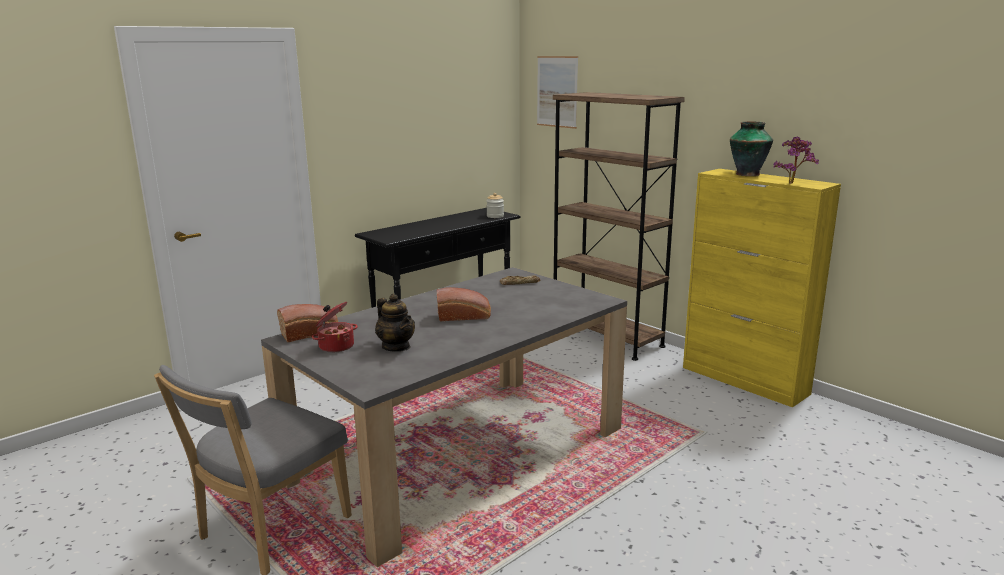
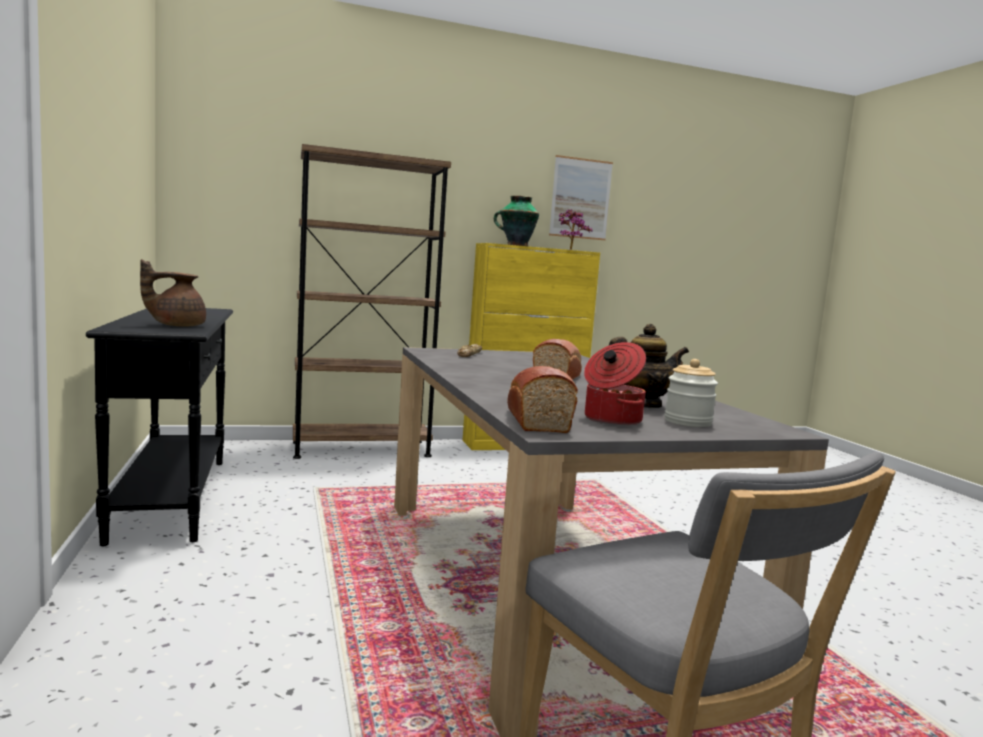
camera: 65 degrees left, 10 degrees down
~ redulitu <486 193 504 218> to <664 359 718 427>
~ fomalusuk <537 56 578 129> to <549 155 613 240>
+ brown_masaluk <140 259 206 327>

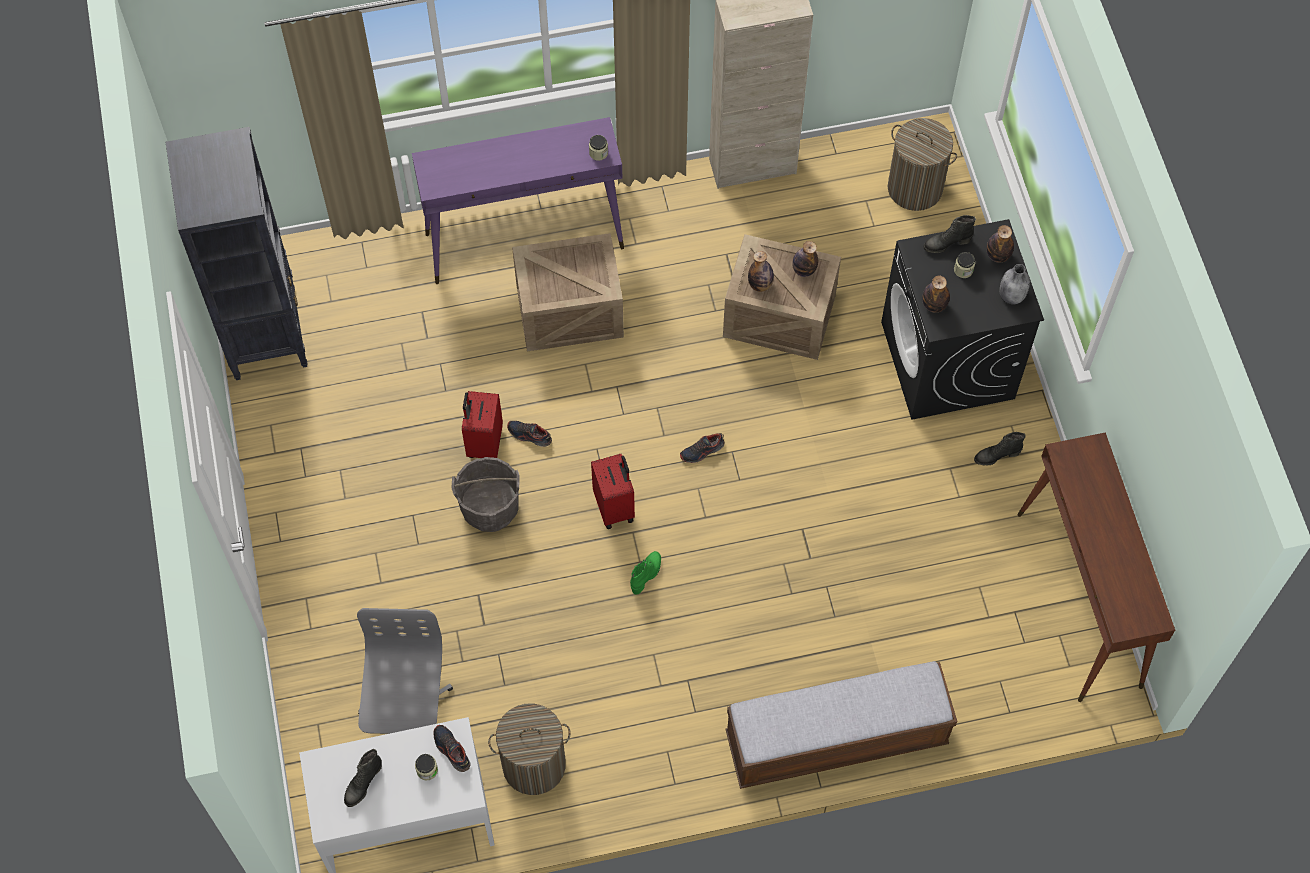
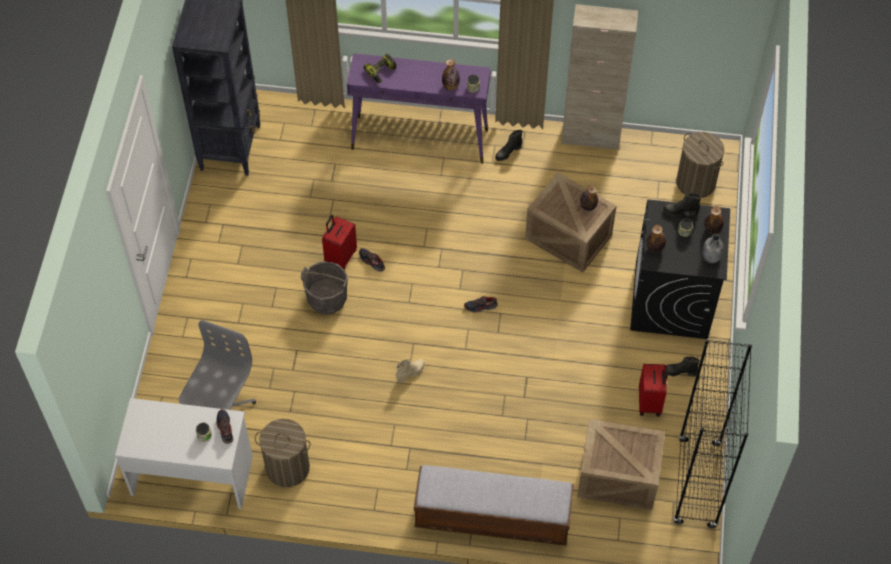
camera: 20 degrees right, 5 degrees down
~ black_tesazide <344 749 382 807> to <495 130 523 161>
~ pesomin <512 233 624 351> to <577 419 665 510>
~ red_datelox <591 454 635 529> to <639 364 668 416>
~ green_tesazide <630 551 661 595> to beige_tesazide <396 359 425 383>
~ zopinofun <748 251 774 292> to <442 59 460 90>
~ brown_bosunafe <1017 432 1175 702> to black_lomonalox <673 339 752 528>
+ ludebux <363 54 397 83>

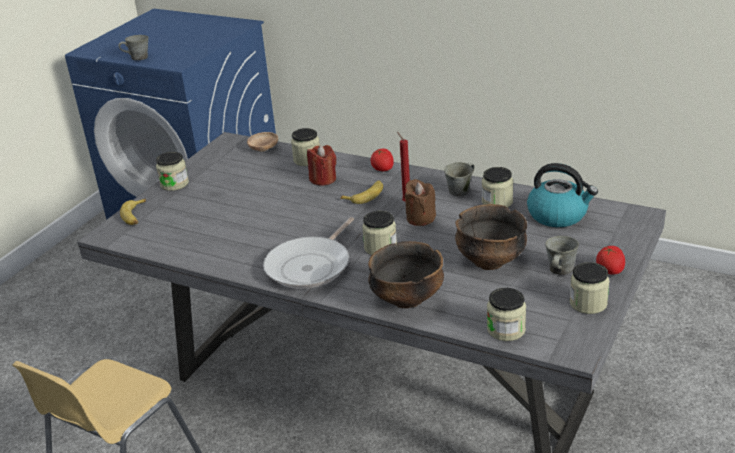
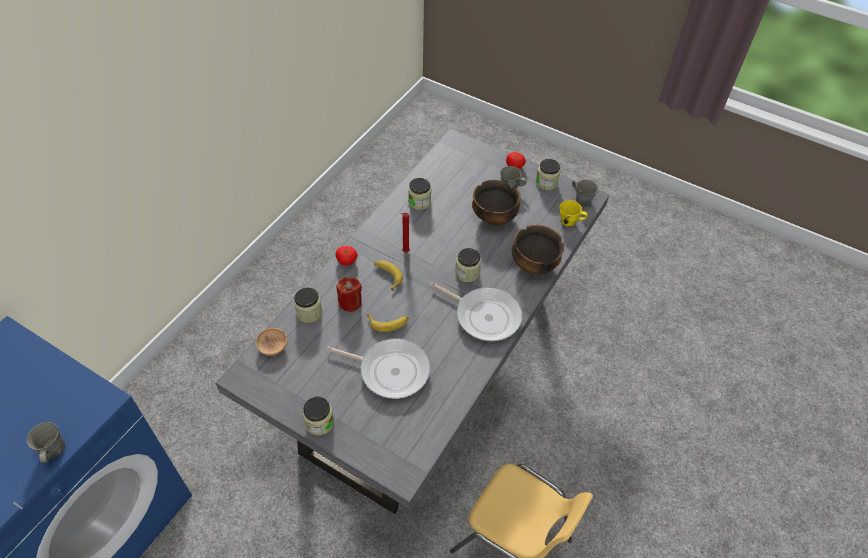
camera: 90 degrees left, 20 degrees up
~ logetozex <120 199 146 225> to <367 314 409 332>
- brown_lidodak <405 179 436 226>
~ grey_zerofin <444 162 475 196> to <572 180 598 206>
~ redulitu <487 288 526 341> to yellow_zerofin <559 200 588 227>
- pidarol <527 163 598 227>
+ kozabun <327 338 430 399>

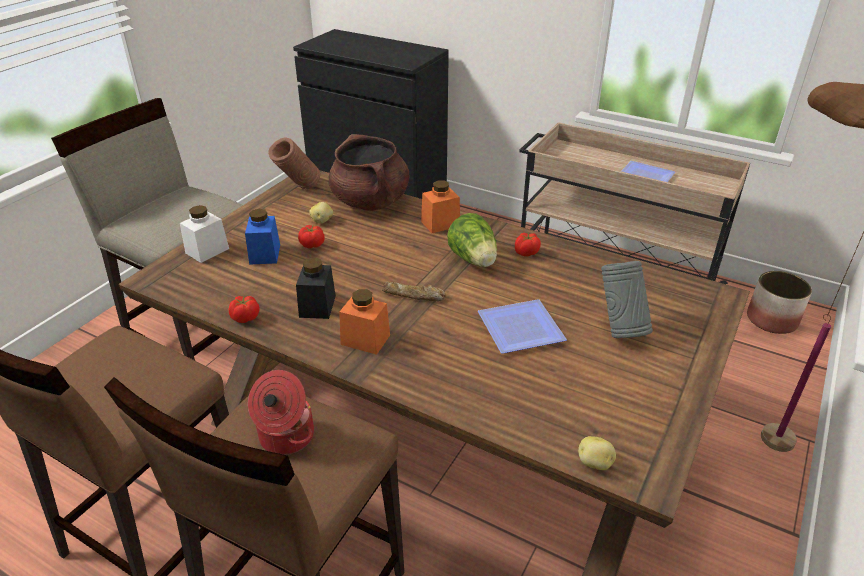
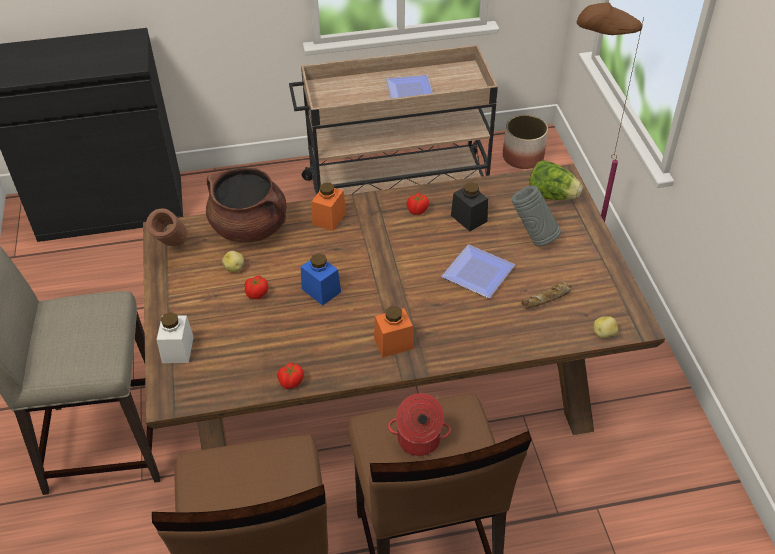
camera: 40 degrees left, 10 degrees up
~ blue_redulitu <245 209 280 265> to <301 254 341 305>
~ black_redulitu <296 257 336 319> to <451 182 488 231>
~ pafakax <382 282 446 301> to <521 282 572 309>
~ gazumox <447 213 497 267> to <529 160 583 200>

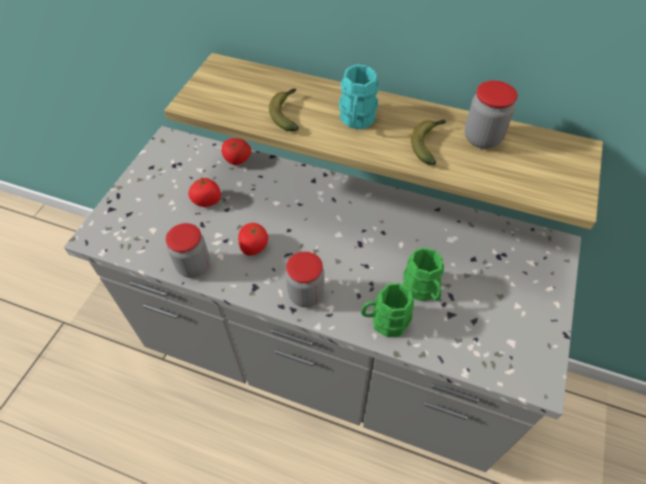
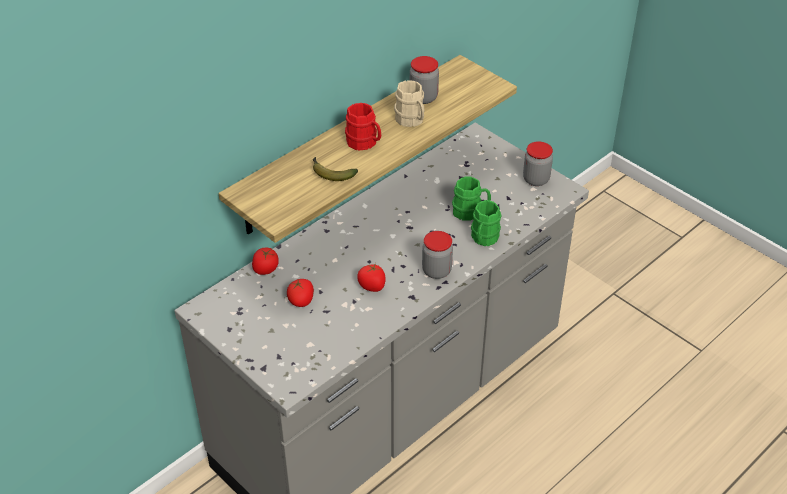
camera: 65 degrees left, 10 degrees down
~ redulitu <166 223 210 278> to <523 141 553 186>
~ turquoise_zerofin <339 64 379 129> to red_zerofin <345 103 381 150>
~ logetozex <411 120 446 165> to beige_zerofin <394 80 424 127>

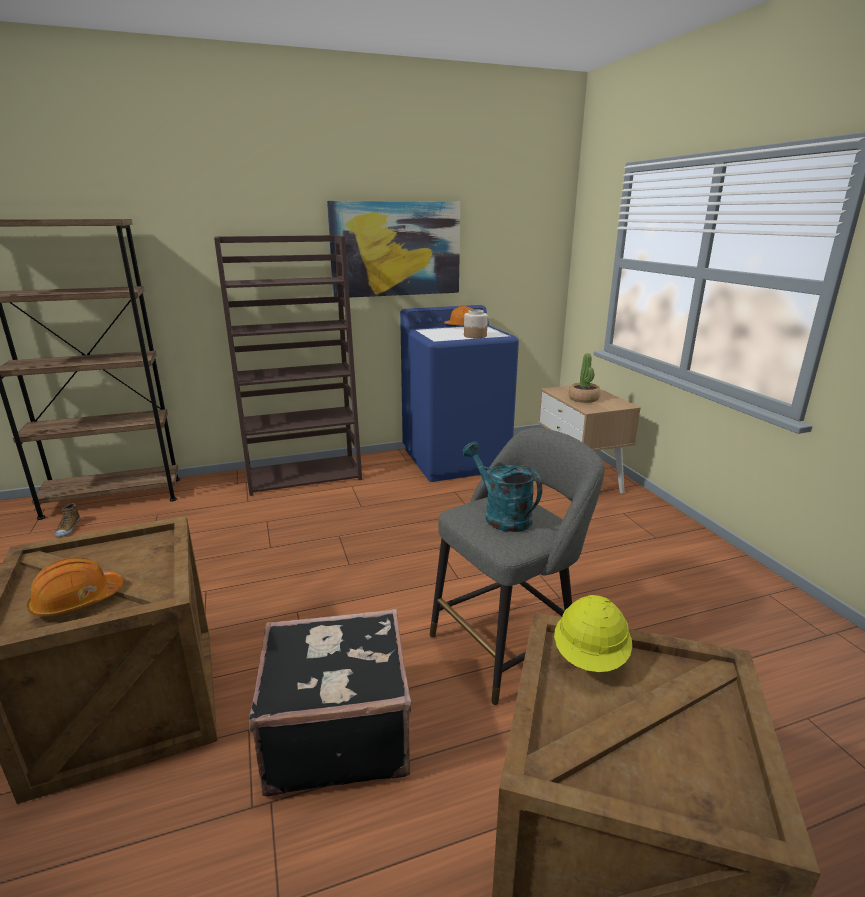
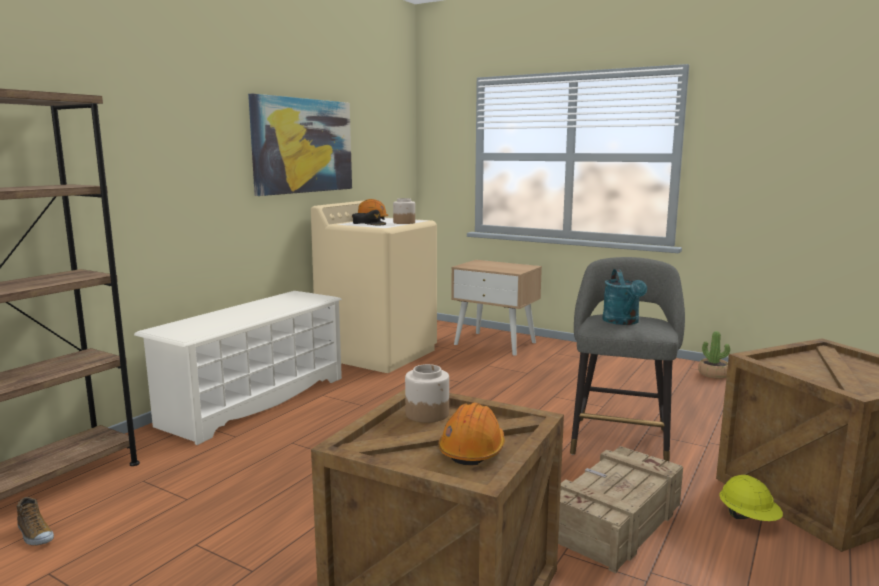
camera: 40 degrees left, 10 degrees down
~ brown_lomonalox <214 235 362 496> to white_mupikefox <134 291 342 445>
~ black_datelox <249 609 411 797> to pesomin <558 446 683 573>
~ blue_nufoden <400 305 519 482> to beige_nufoden <311 200 437 373>
~ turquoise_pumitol <462 441 542 532> = <602 269 647 325> 105 degrees counterclockwise
~ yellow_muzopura <554 595 632 672> to <719 475 783 521>
~ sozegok <569 353 601 403> to <698 331 730 379>
+ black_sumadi <352 210 386 225>
+ redulitu <405 364 449 423>

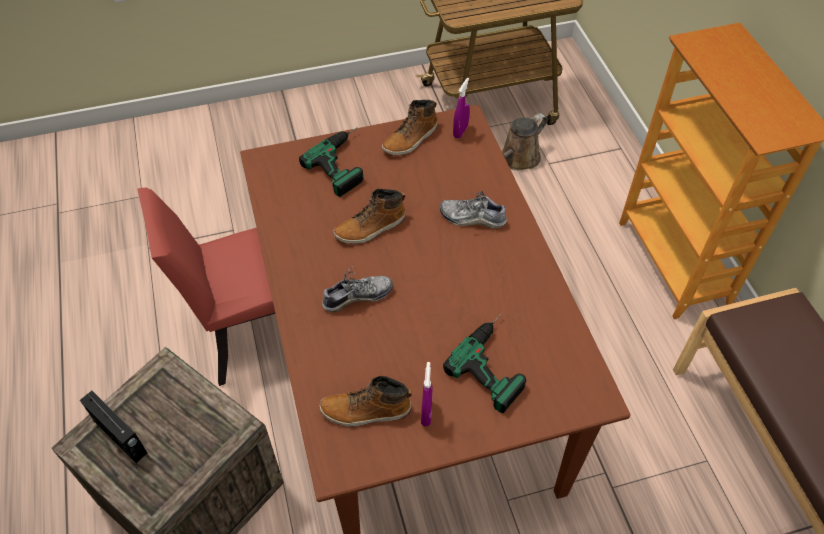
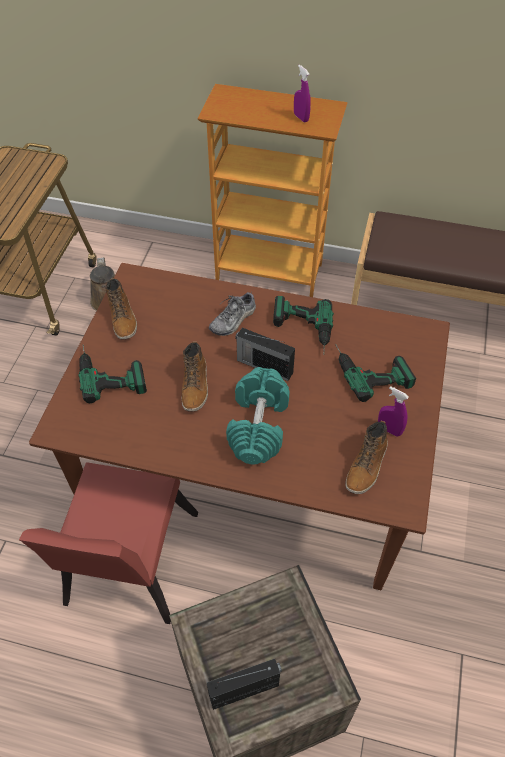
camera: 60 degrees left, 0 degrees up
~ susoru <321 266 393 312> to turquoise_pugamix <226 367 290 465>
~ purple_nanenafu <453 78 470 138> to <294 65 311 122>
+ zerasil <235 328 295 381>
+ ludebux <273 296 334 355>

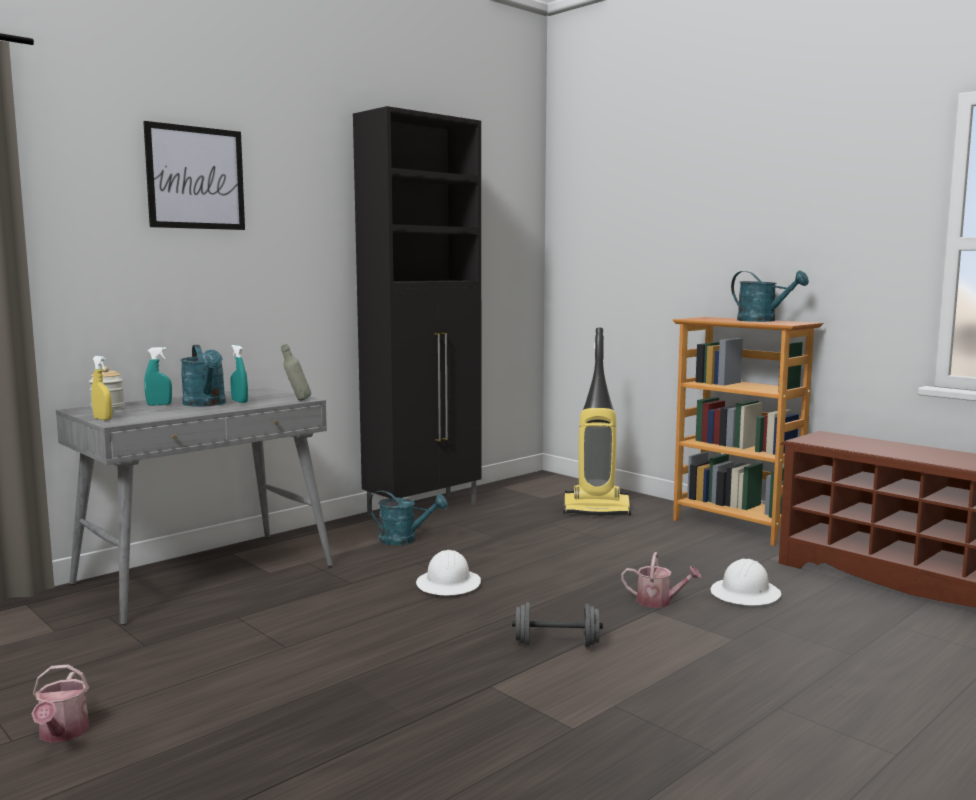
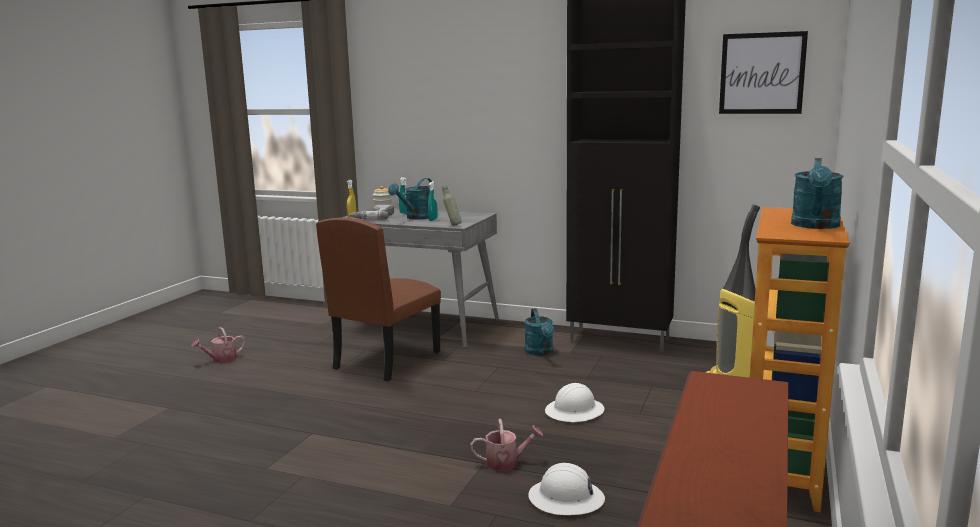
camera: 65 degrees right, 5 degrees up
~ fomalusuk <143 121 245 230> to <719 31 808 114>
~ white_muzopura <416 550 481 595> to <545 383 604 422>
- grey_pugamix <512 602 603 647>
~ pumitol <621 552 702 608> = <470 419 543 471> 90 degrees counterclockwise
+ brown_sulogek <316 217 441 381>
+ ludebux <350 204 394 220>

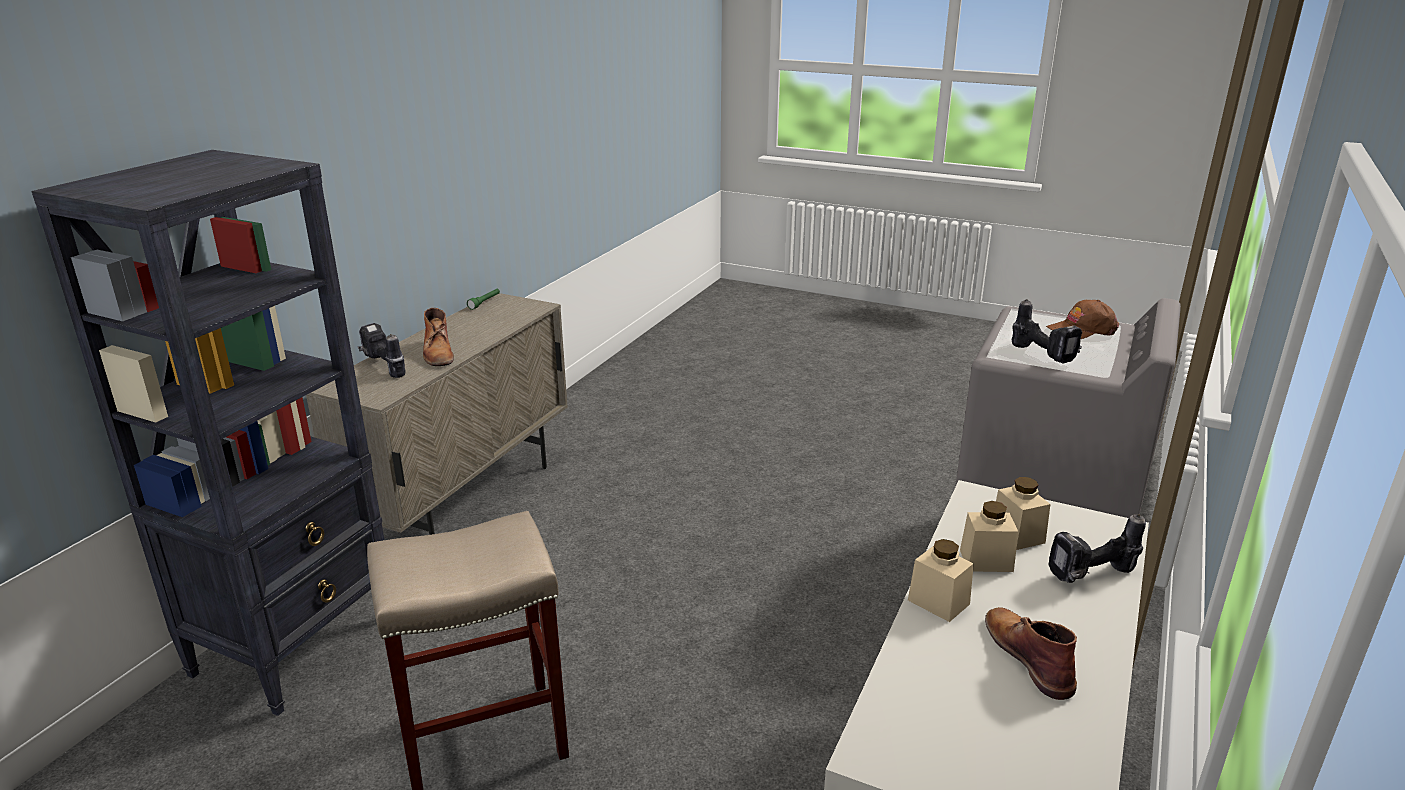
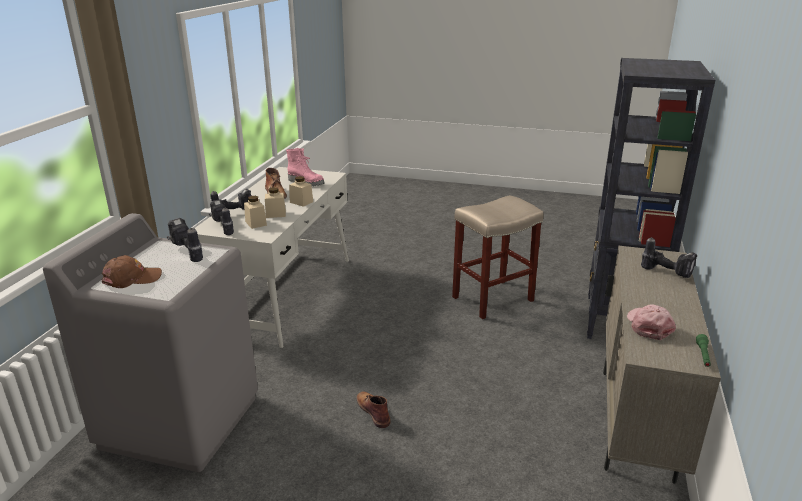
camera: 170 degrees right, 0 degrees up
~ brown_tesazide <423 308 454 366> to <357 391 390 428>
+ ludebux <209 199 234 235>
+ pink_tesazide <286 148 324 186>
+ pink_sumadi <627 305 676 340>

